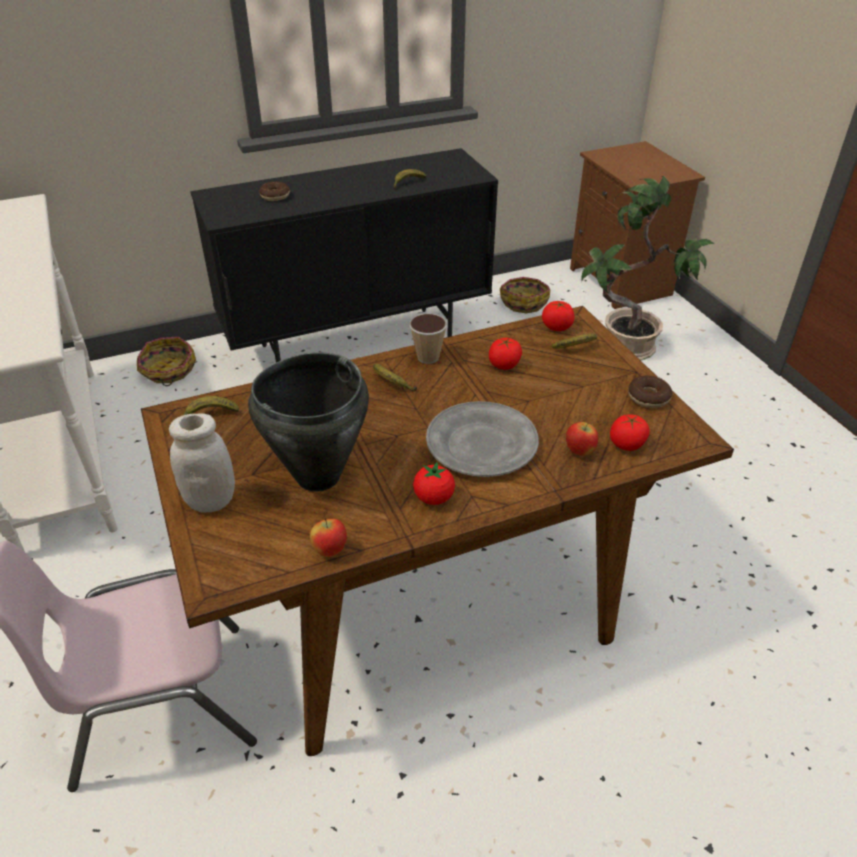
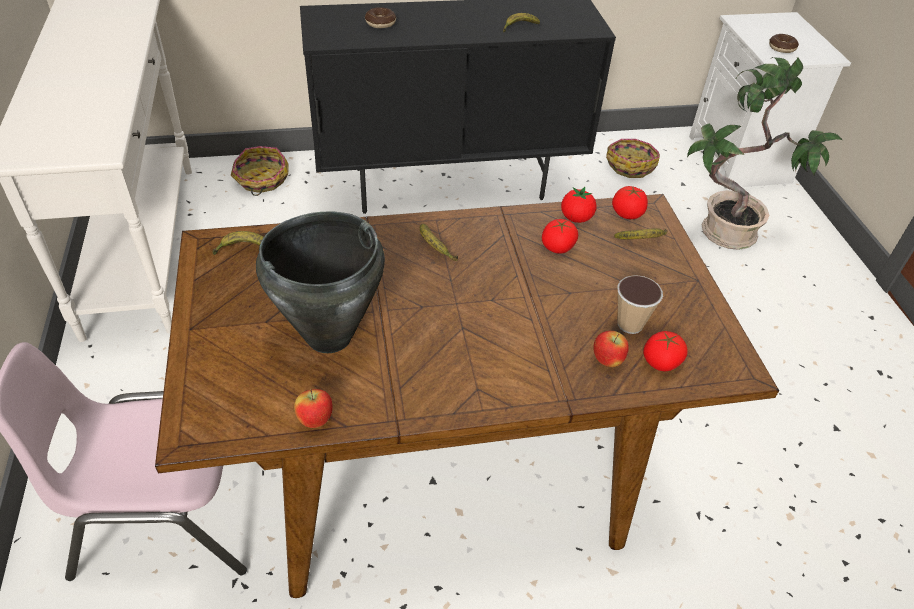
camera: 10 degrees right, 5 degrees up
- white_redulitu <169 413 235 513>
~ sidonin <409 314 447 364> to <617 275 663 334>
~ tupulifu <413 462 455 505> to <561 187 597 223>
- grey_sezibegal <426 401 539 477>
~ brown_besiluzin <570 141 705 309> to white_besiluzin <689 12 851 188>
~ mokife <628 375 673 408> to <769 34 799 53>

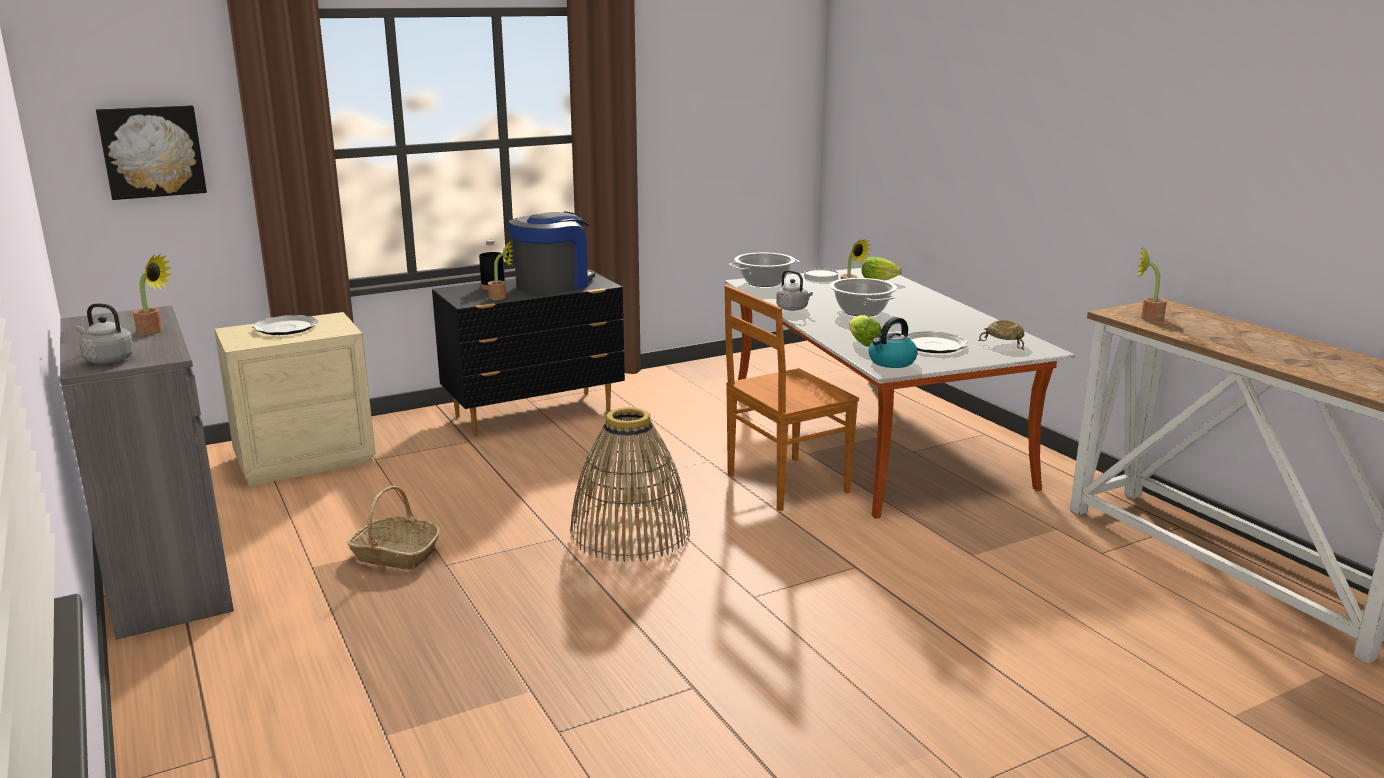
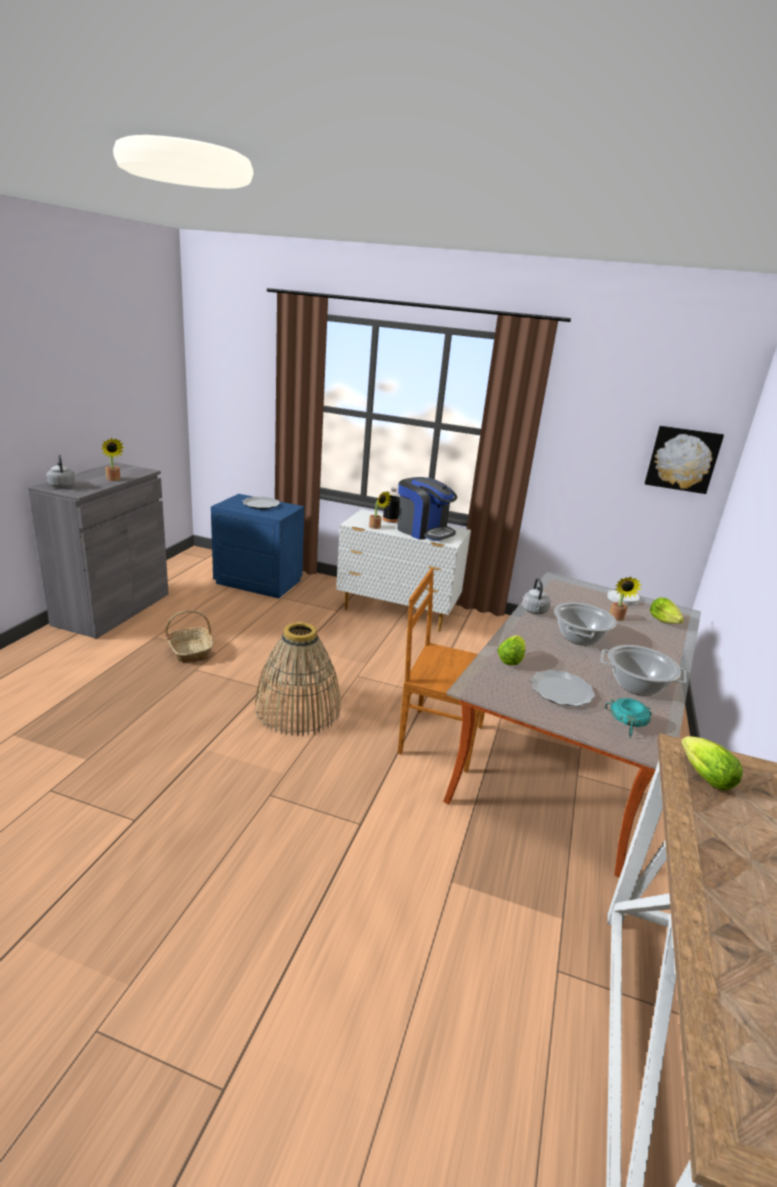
camera: 45 degrees right, 5 degrees up
~ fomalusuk <96 105 207 200> to <645 426 724 494>
~ beige_besiluzin <214 312 376 486> to blue_besiluzin <211 494 304 598>
~ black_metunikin <432 269 625 437> to white_metunikin <336 509 471 631>
~ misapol <508 211 595 295> = <397 477 457 541> 45 degrees clockwise
~ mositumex <729 253 800 287> to <601 645 687 696>
- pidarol <869 317 918 368>
~ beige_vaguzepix <978 320 1024 350> to turquoise_vaguzepix <604 698 652 739>
~ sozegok <1137 248 1167 322> to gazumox <681 736 743 790>

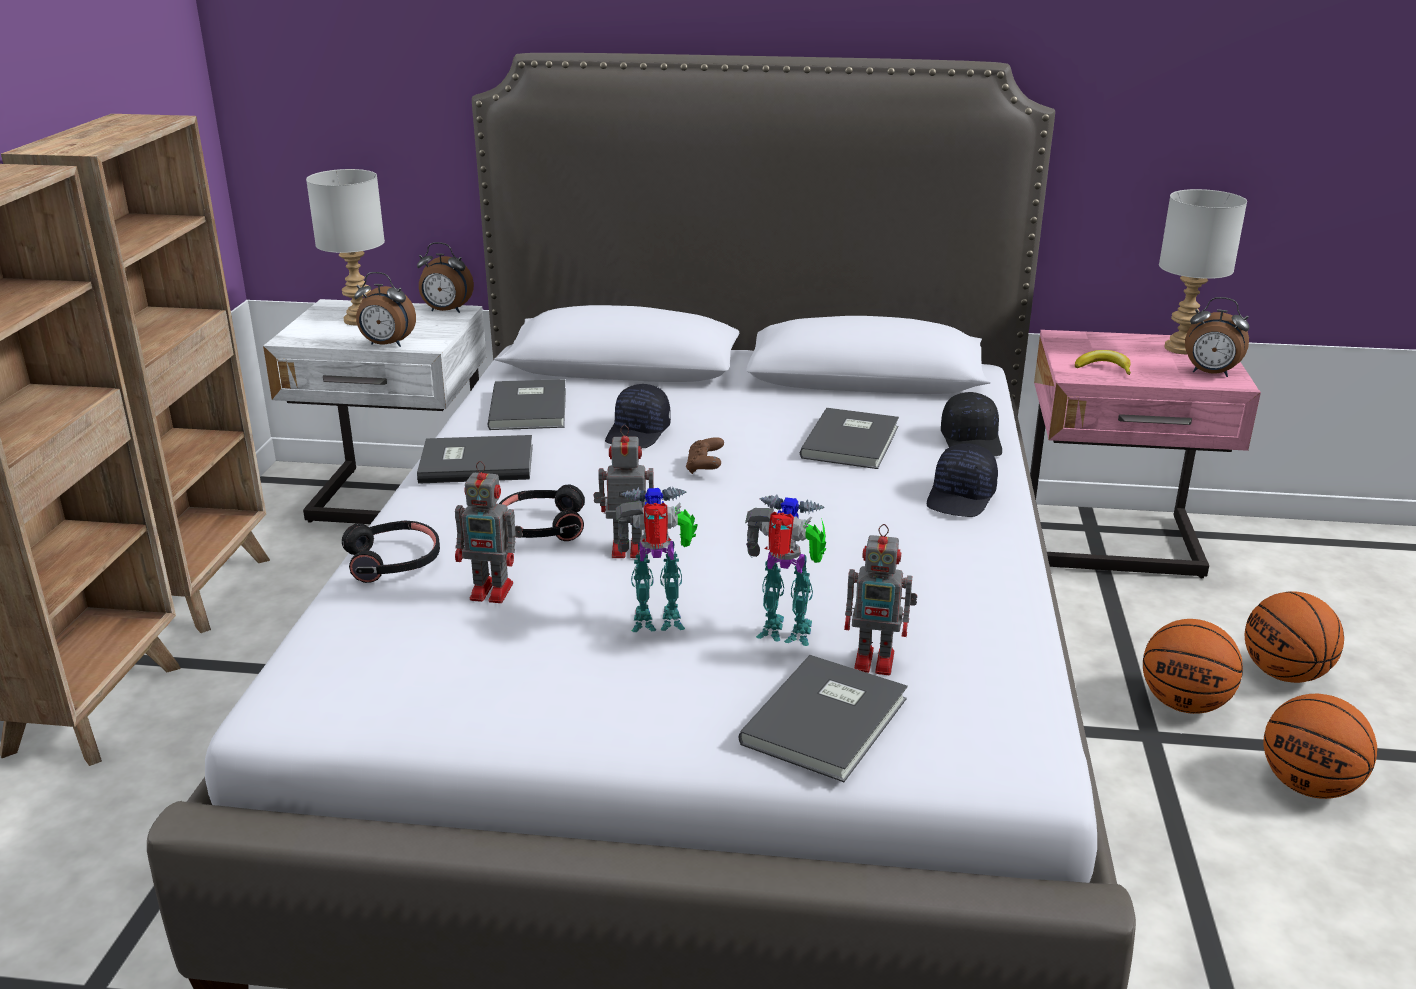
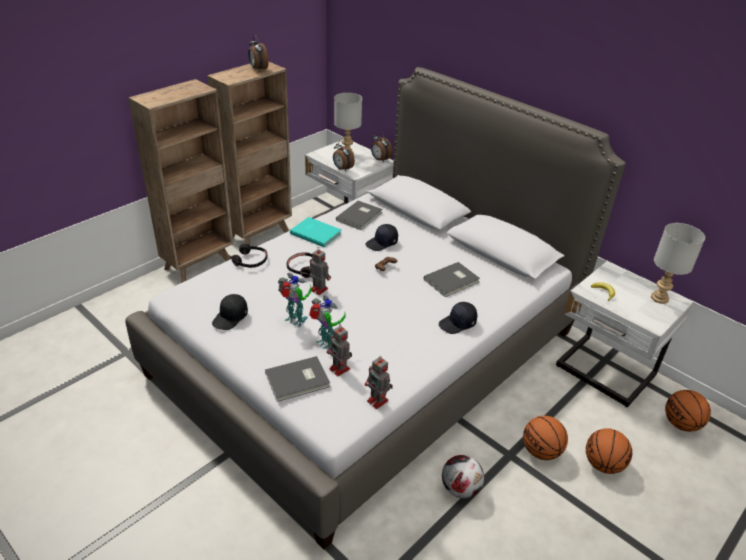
camera: 35 degrees right, 10 degrees up
~ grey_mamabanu <417 435 533 484> to turquoise_mamabanu <290 217 342 247>
~ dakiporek <455 461 523 603> to <365 356 393 409>
~ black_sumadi <941 392 1002 456> to <212 294 248 330>
~ pink_besiluzin <1030 330 1261 578> to white_besiluzin <556 261 693 407>
~ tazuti <1185 297 1250 377> to <248 35 269 72>
~ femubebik <1263 694 1377 799> to <665 390 711 432>
+ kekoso <442 455 484 498>

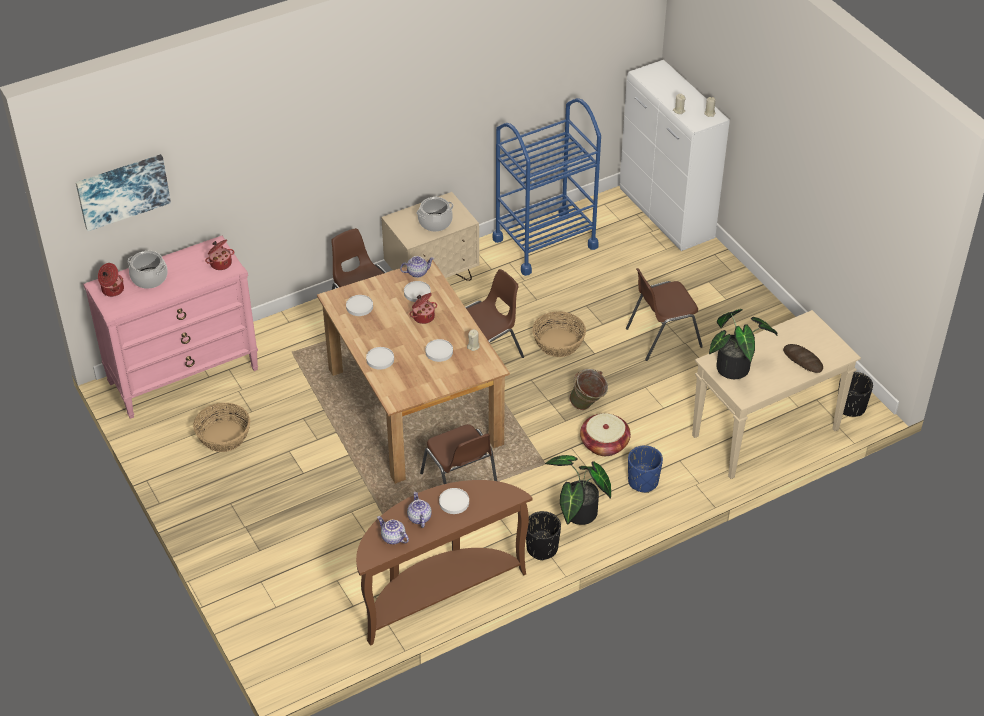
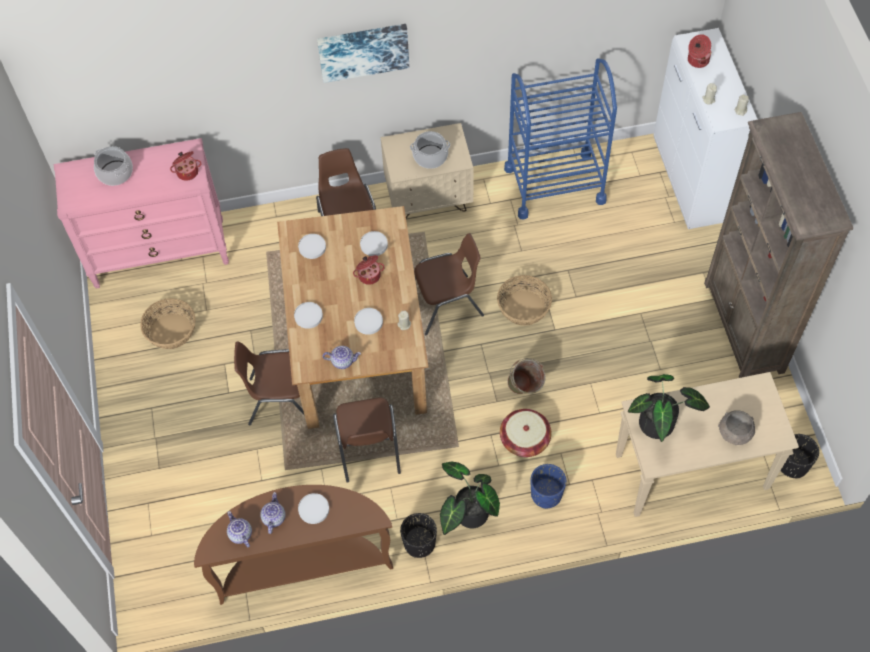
camera: 20 degrees right, 15 degrees up
~ fomalusuk <76 154 171 231> to <317 24 409 83>
~ mositumex <98 263 124 297> to <688 34 711 68>
~ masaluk <400 256 434 278> to <323 346 361 369>
~ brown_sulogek <626 268 703 361> to <234 342 305 425>
~ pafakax <783 344 823 373> to grey_vaguzepix <718 410 755 445>
+ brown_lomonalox <704 112 853 378>

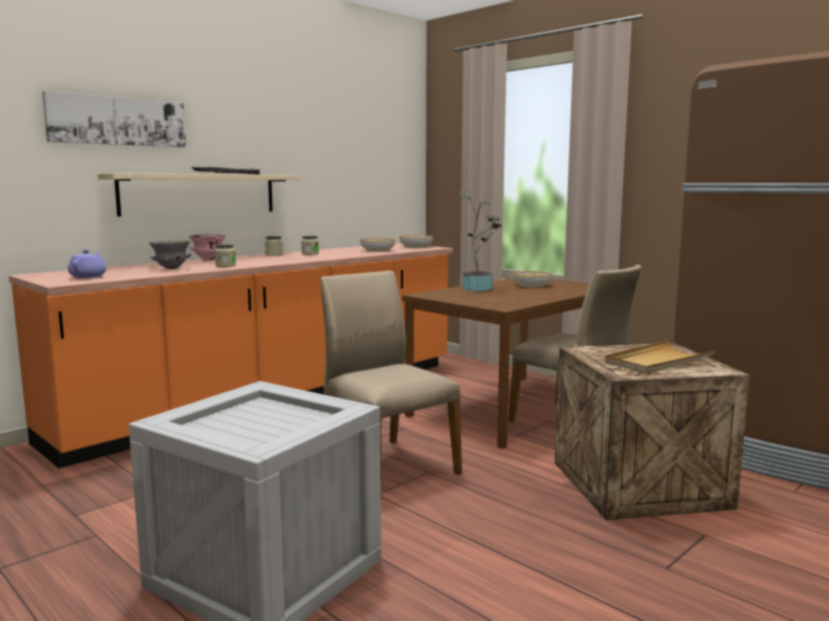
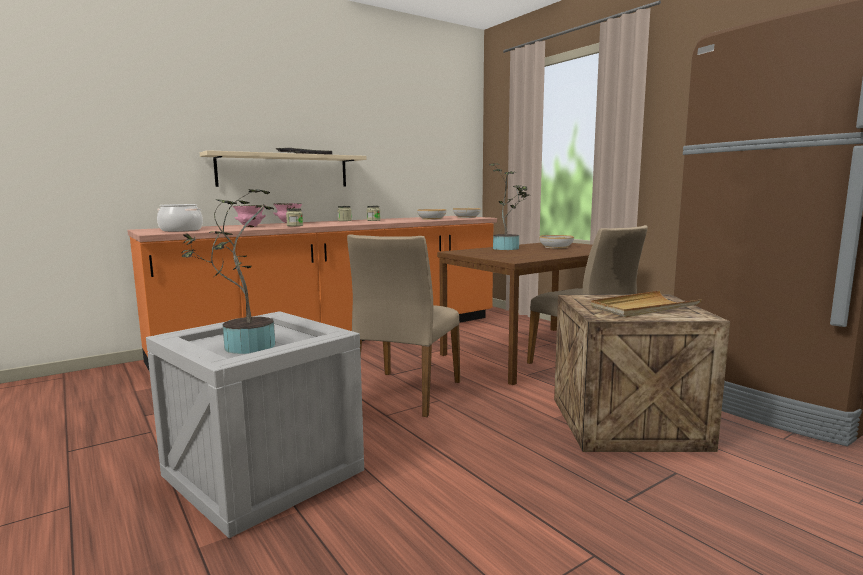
camera: 10 degrees right, 0 degrees up
- fomalusuk <42 91 186 147>
~ purple_masaluk <68 250 106 278> to mositumex <157 204 203 232>
~ grey_vaguzepix <149 241 191 269> to pink_vaguzepix <233 205 266 227>
~ beige_sulogek <320 271 462 475> = <347 234 460 417> 135 degrees counterclockwise
+ sozegok <181 189 275 354>

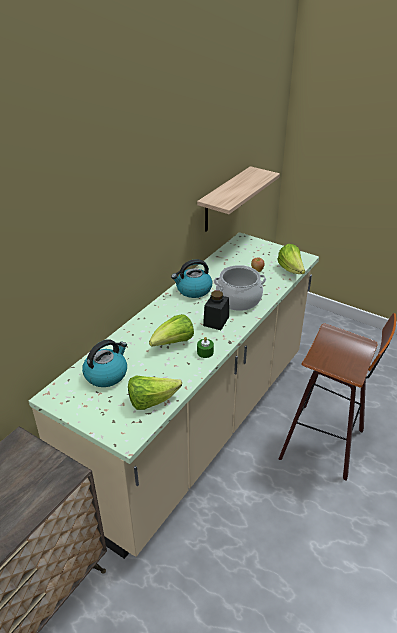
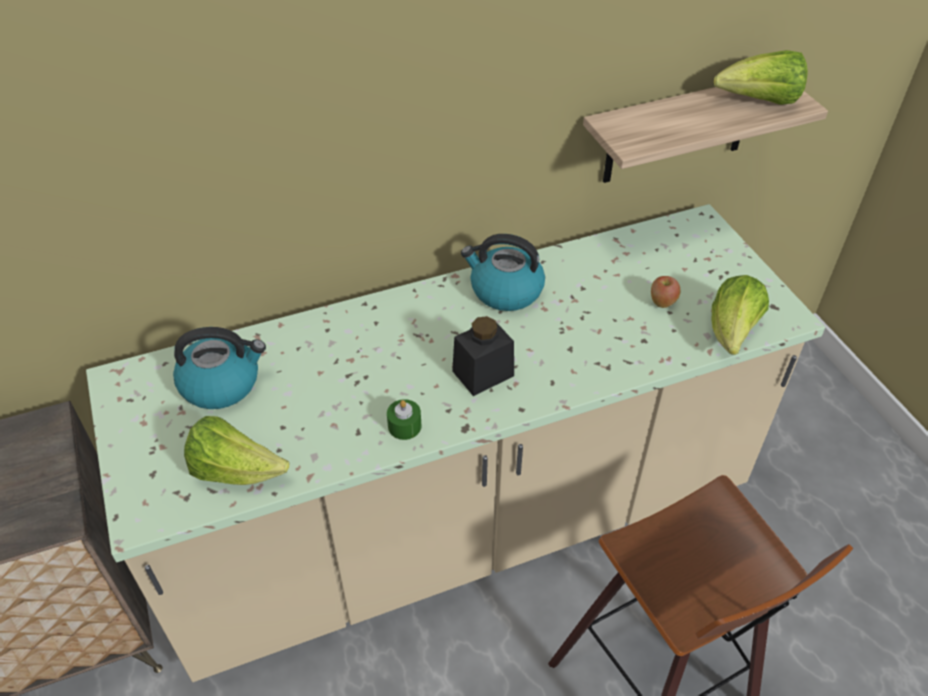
camera: 35 degrees right, 10 degrees up
~ gazumox <149 314 194 347> to <714 50 808 105>
- mositumex <213 265 266 311>

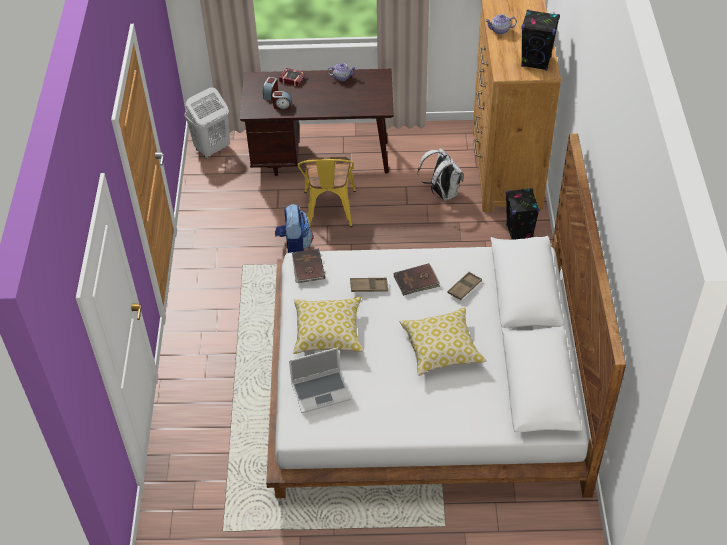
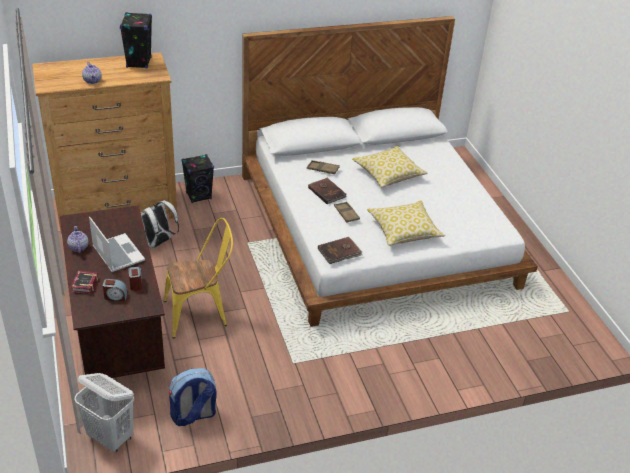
camera: 110 degrees left, 10 degrees down
~ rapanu <275 204 313 253> to <169 368 217 426>
~ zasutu <289 347 351 413> to <89 217 145 272>

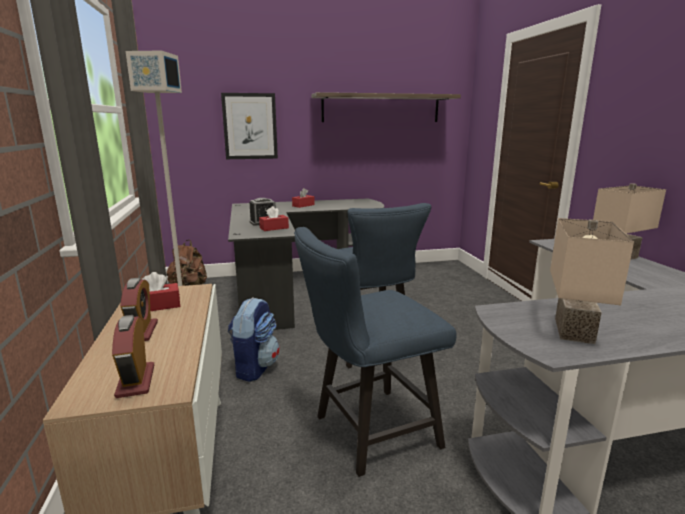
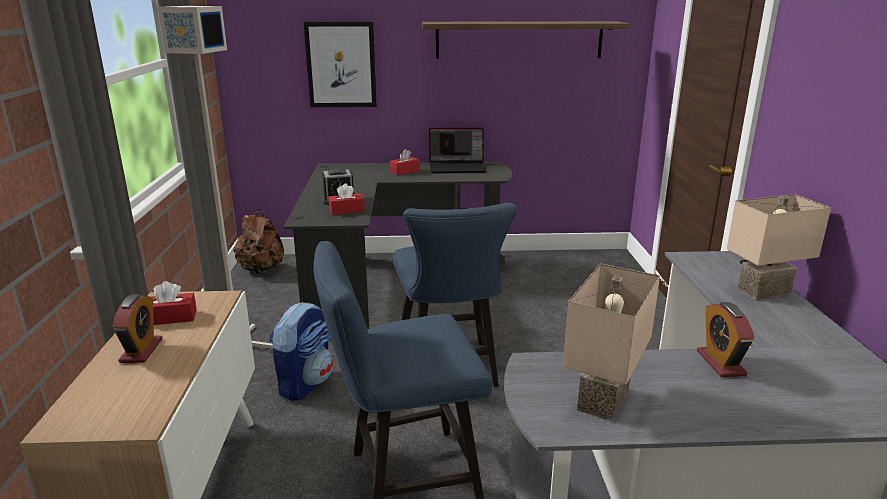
camera: 10 degrees right, 5 degrees up
~ tazuti <112 315 154 398> to <697 302 755 377>
+ zasutu <429 128 487 173>

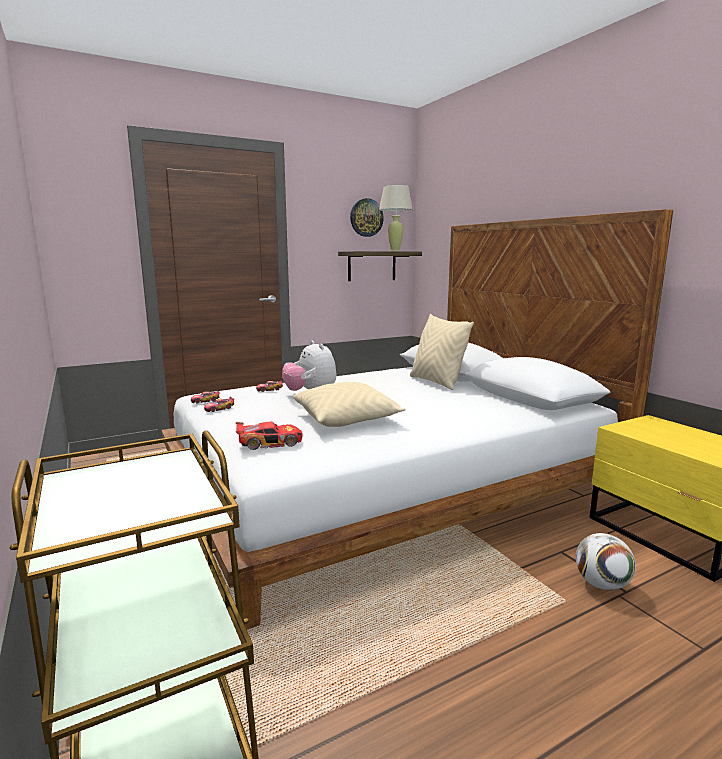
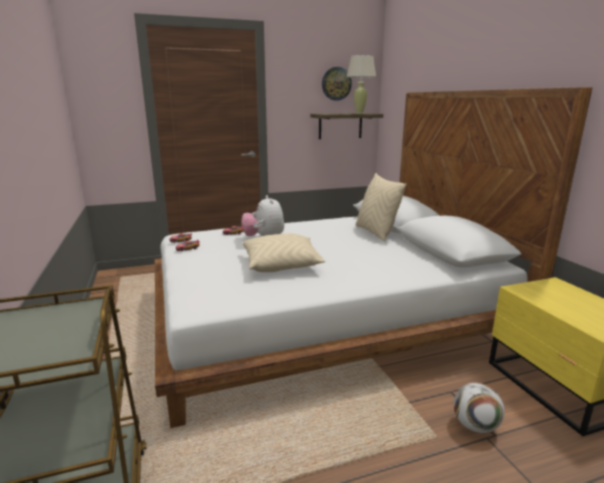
camera: 10 degrees right, 5 degrees up
- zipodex <236 422 303 450>

